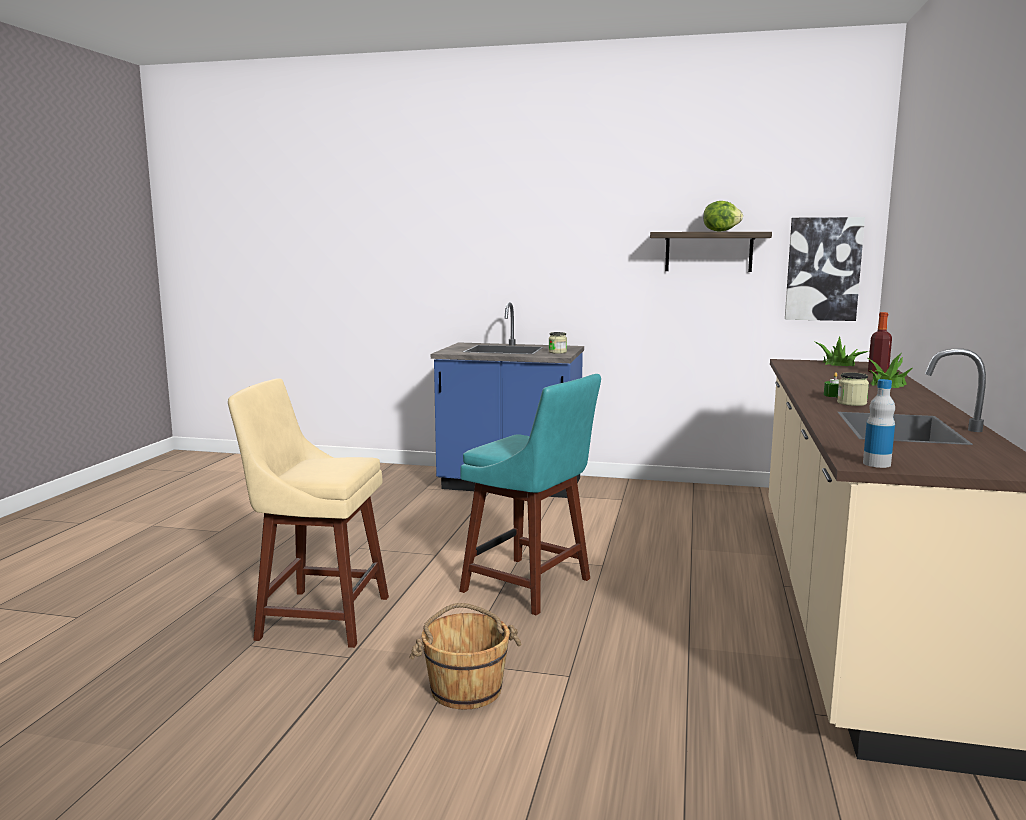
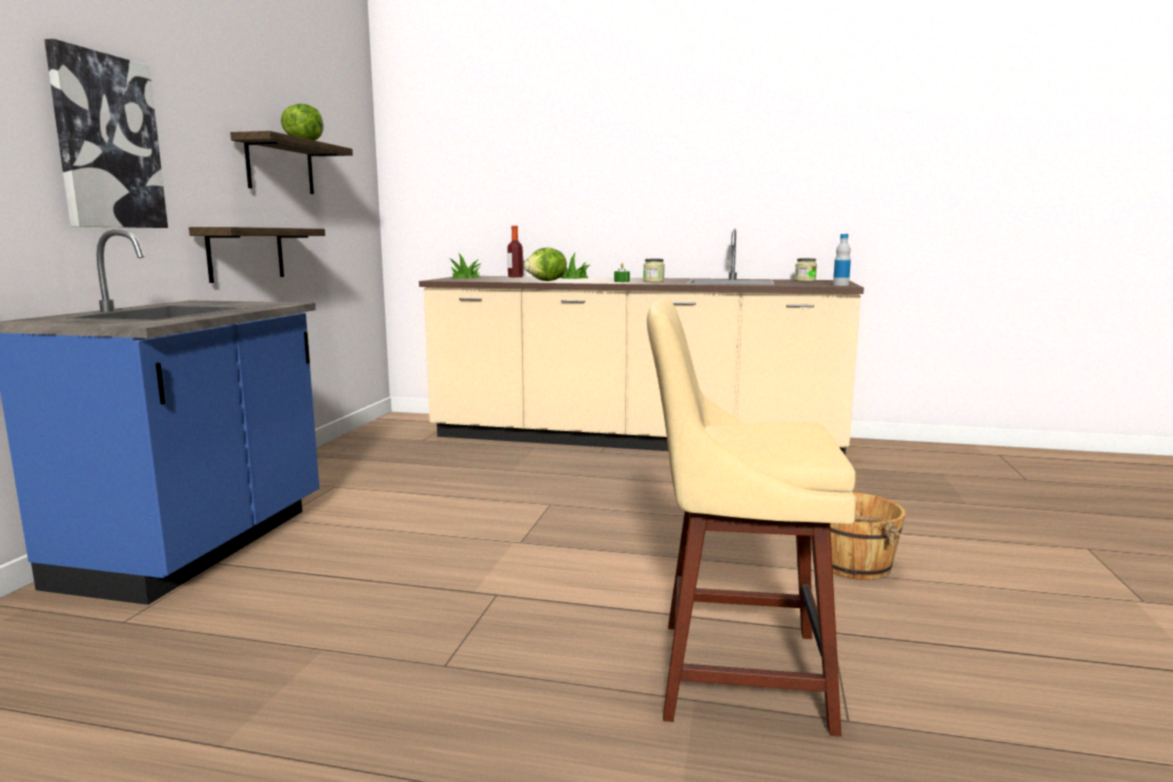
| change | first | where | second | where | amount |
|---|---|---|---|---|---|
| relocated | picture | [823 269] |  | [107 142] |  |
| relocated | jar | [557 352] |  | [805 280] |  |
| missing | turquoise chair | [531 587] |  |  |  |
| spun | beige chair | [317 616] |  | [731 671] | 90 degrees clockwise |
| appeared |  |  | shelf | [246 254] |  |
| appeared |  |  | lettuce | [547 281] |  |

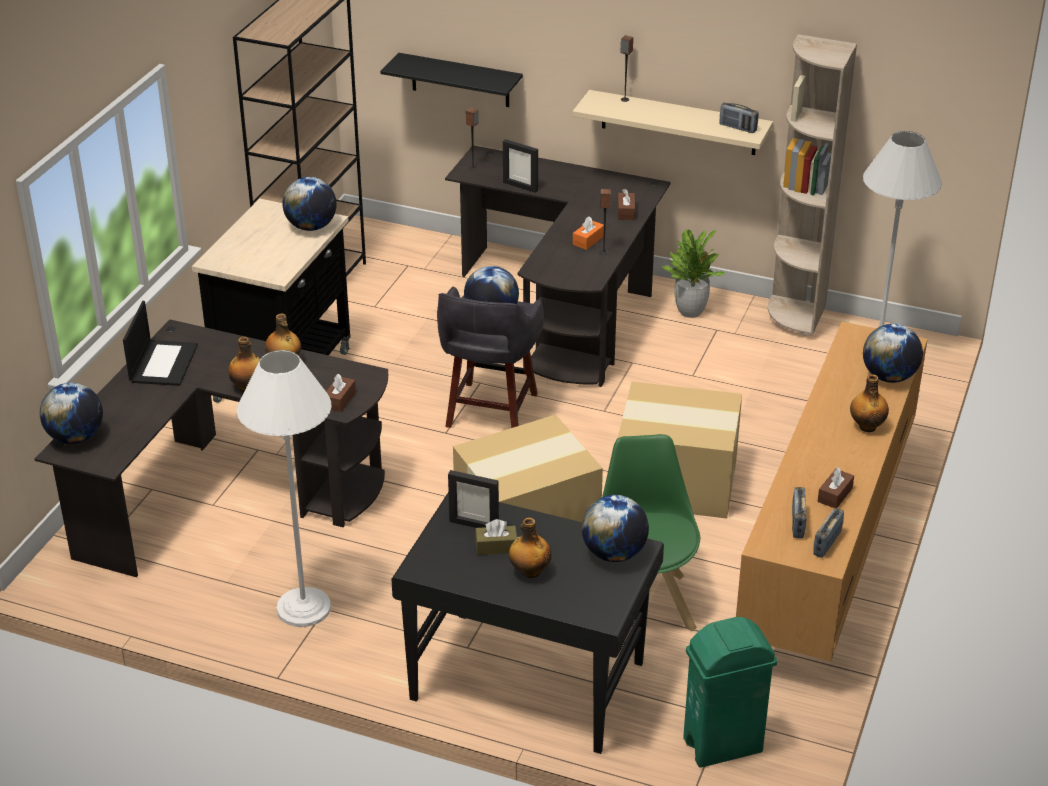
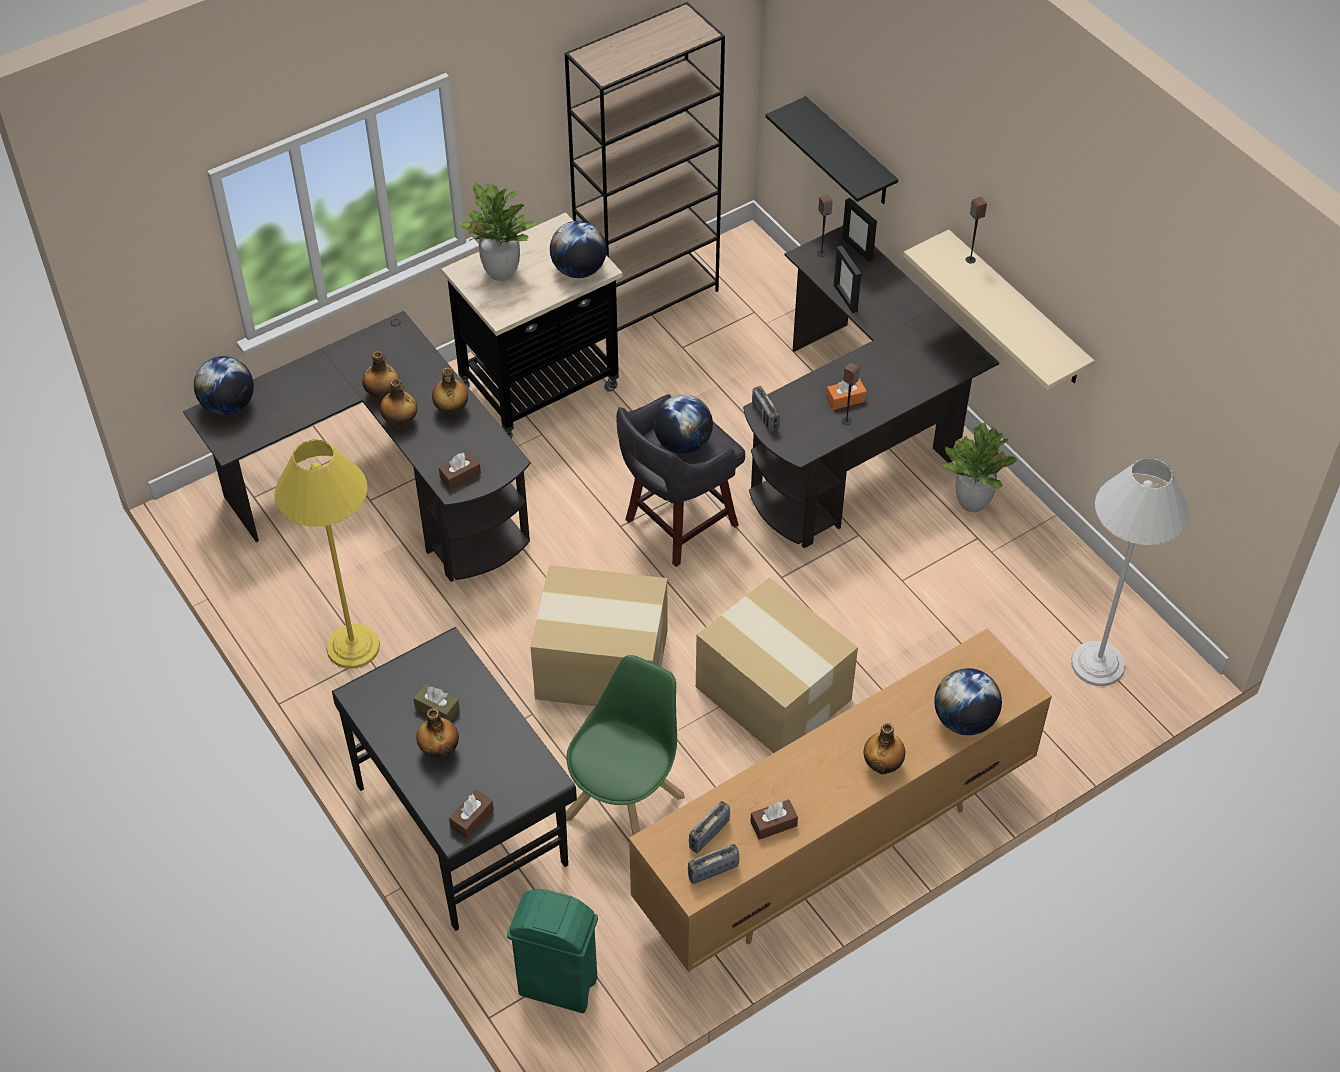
| change | first | where | second | where | amount |
|---|---|---|---|---|---|
| missing | beige bookcase | [794 320] |  |  |  |
| relocated | radio | [737 128] |  | [765 418] |  |
| relocated | brown tissue box | [626 212] |  | [472 818] |  |
| missing | laptop | [163 363] |  |  |  |
| colour | white floor lamp | [303 608] | yellow floor lamp | [353 646] |  |
| relocated | picture frame | [474 524] |  | [858 248] |  |
| missing | globe | [614 553] |  |  |  |
| appeared |  |  | potted plant | [501 272] |  |
| appeared |  |  | bottle | [383 395] |  |

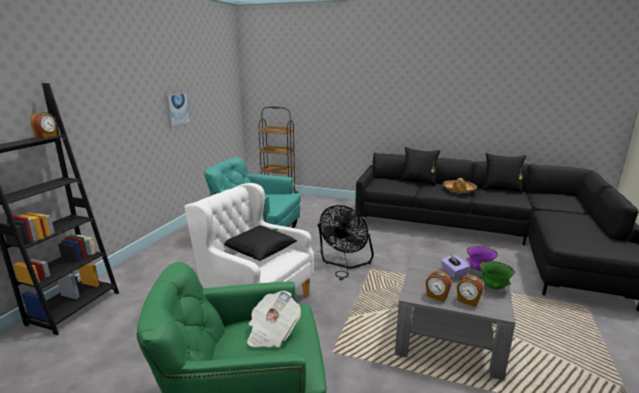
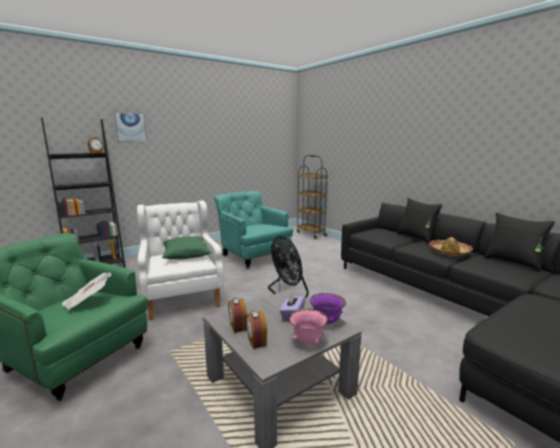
| change | first | where | second | where | amount |
|---|---|---|---|---|---|
| relocated | picture | [177 109] |  | [130 127] |  |
| colour | black pillow | [260 251] | green pillow | [186 255] |  |
| colour | green bowl | [494 287] | pink bowl | [308 341] |  |

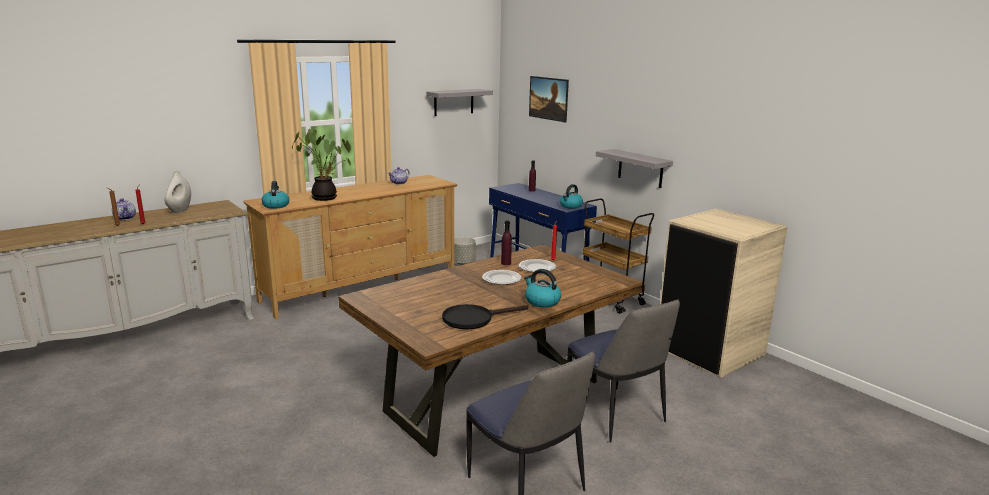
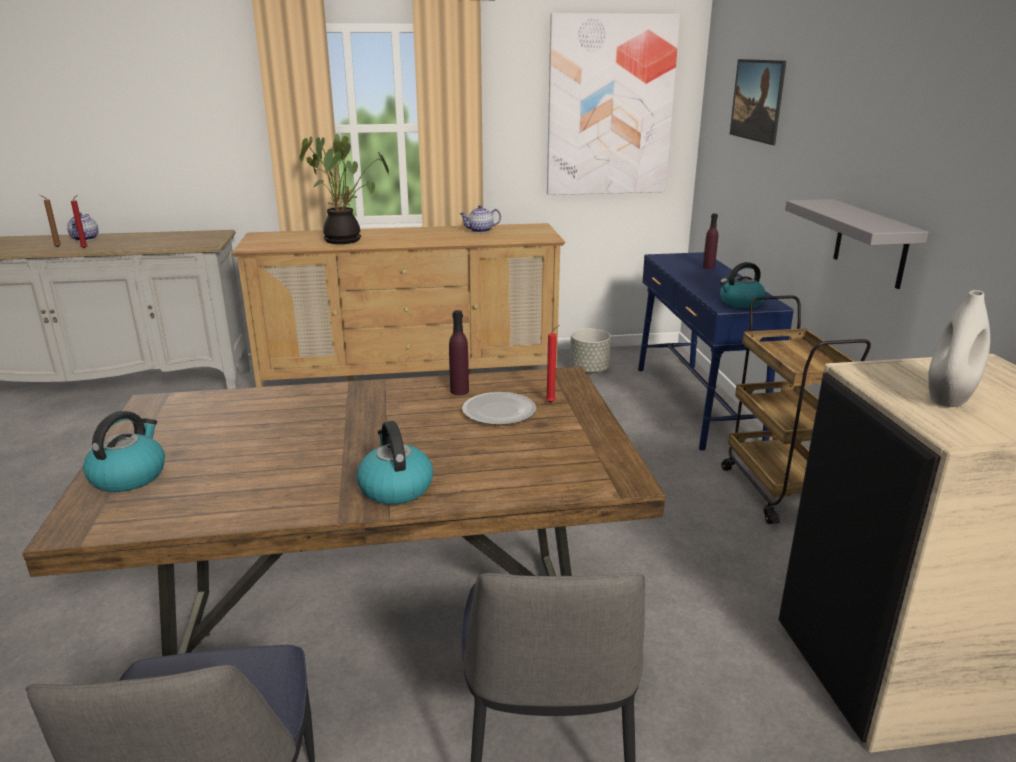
| change | first | where | second | where | amount |
|---|---|---|---|---|---|
| exchanged | grey shelf | [453 102] | picture | [609 107] |  |
| relocated | white vase | [180 210] |  | [949 398] |  |
| relocated | kettle | [276 205] |  | [129 476] |  |
| missing | plate | [502 279] |  |  |  |
| missing | black frying pan | [474 319] |  |  |  |

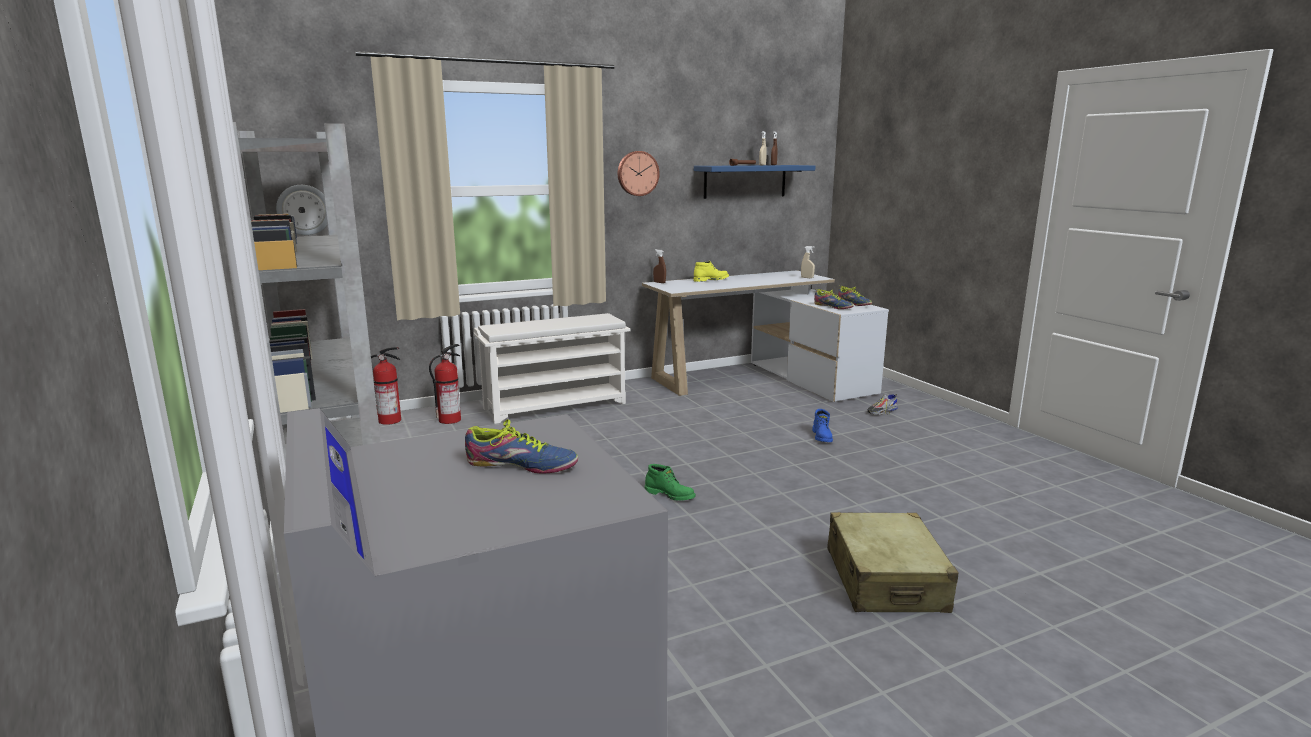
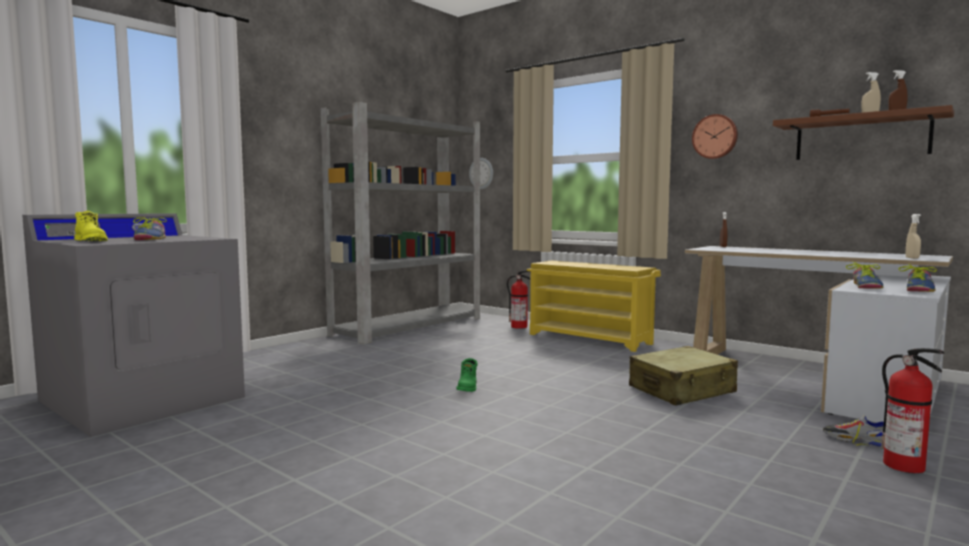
| change | first | where | second | where | amount |
|---|---|---|---|---|---|
| colour | blue shelf | [745 181] | brown shelf | [861 137] |  |
| relocated | yellow boot | [710 280] |  | [91 241] |  |
| colour | white shoe rack | [556 405] | yellow shoe rack | [590 339] |  |
| relocated | fire extinguisher | [391 420] |  | [905 466] |  |
| missing | blue boot | [822 437] |  |  |  |
| relocated | beige suitcase | [885 580] |  | [682 390] |  |

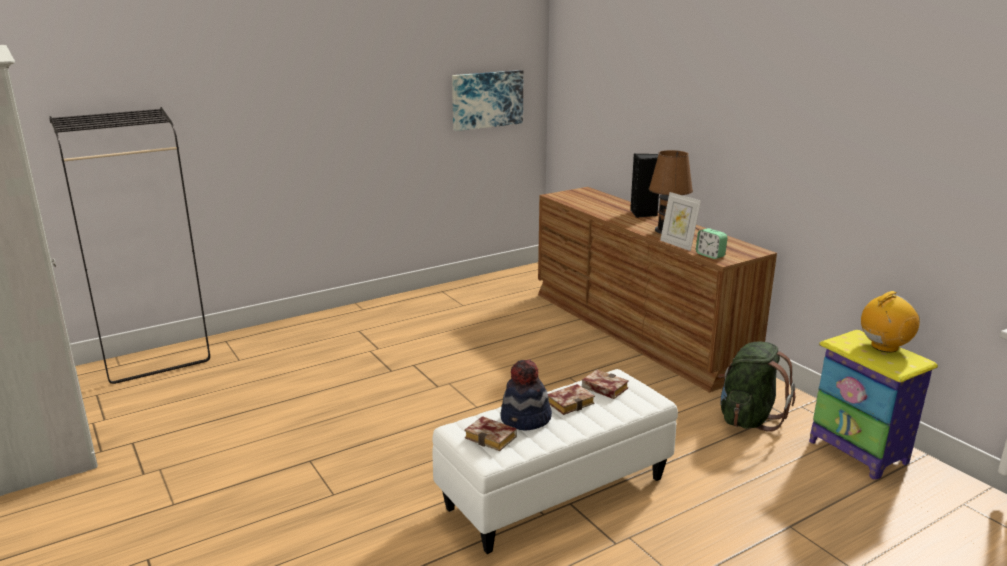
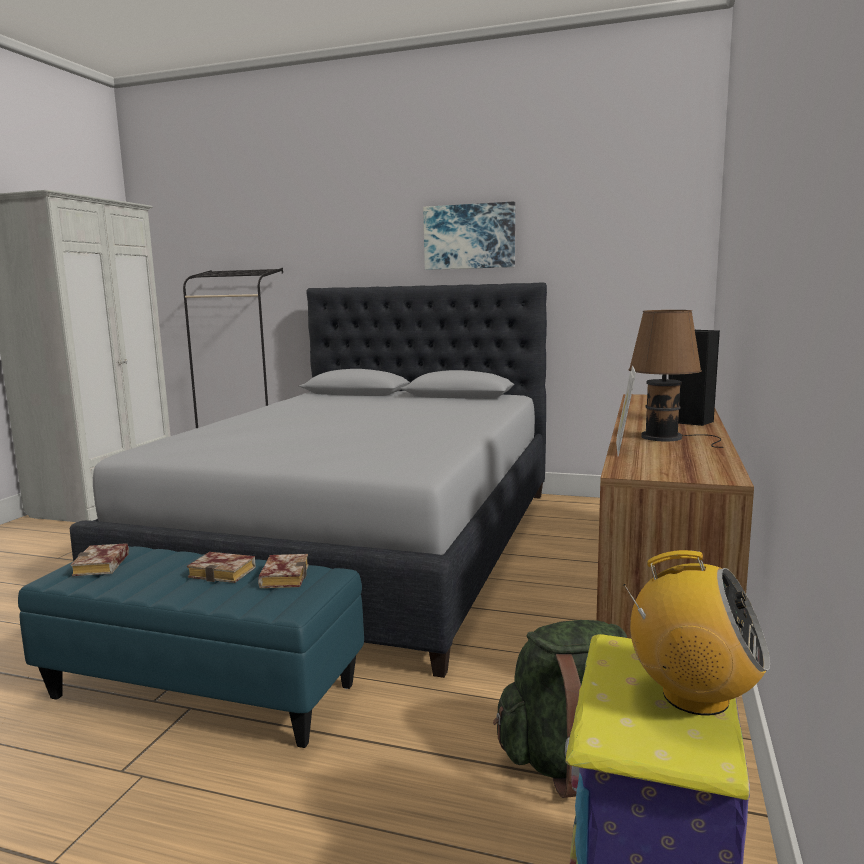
| change | first | where | second | where | amount |
|---|---|---|---|---|---|
| relocated | picture | [487 99] |  | [469 236] |  |
| missing | alarm clock | [710 255] |  |  |  |
| missing | hat | [526 419] |  |  |  |
| colour | white ottoman | [555 493] | blue ottoman | [204 691] |  |
| appeared |  |  | grey bed | [365 546] |  |

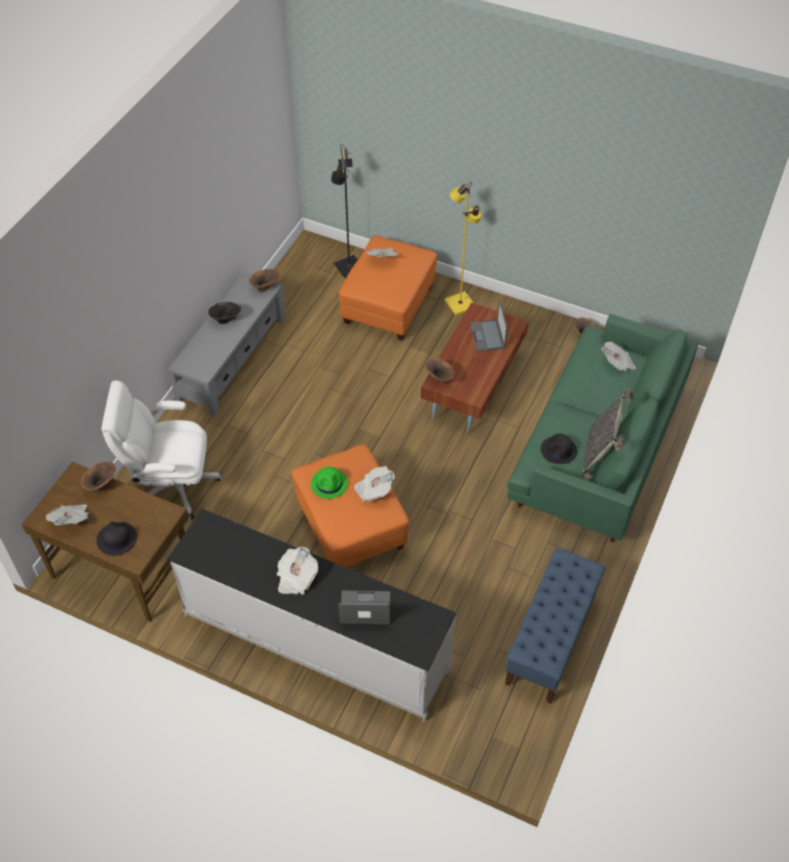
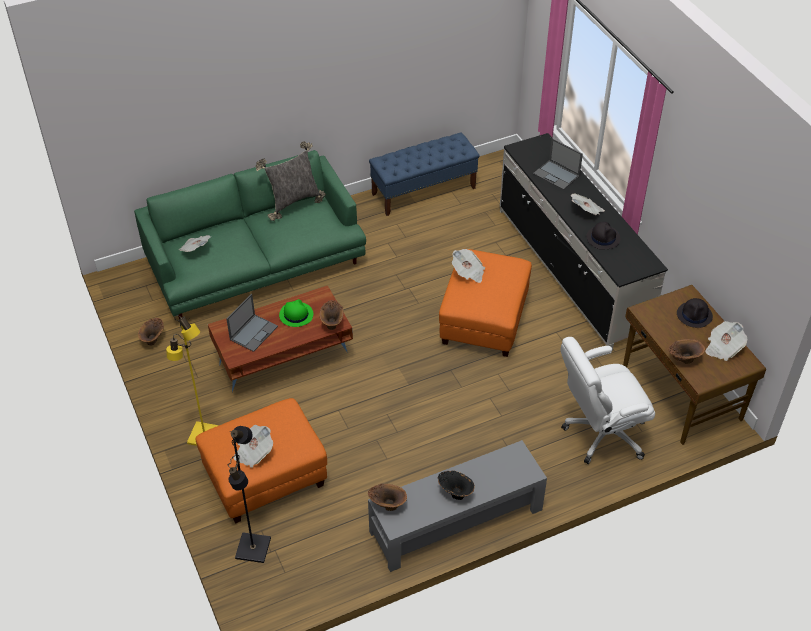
| change | first | where | second | where | amount |
|---|---|---|---|---|---|
| spun | white office chair | [171 485] |  | [599 434] | 120 degrees clockwise |
| relocated | black hat | [559 451] |  | [603 238] |  |
| relocated | green hat | [329 483] |  | [296 315] |  |

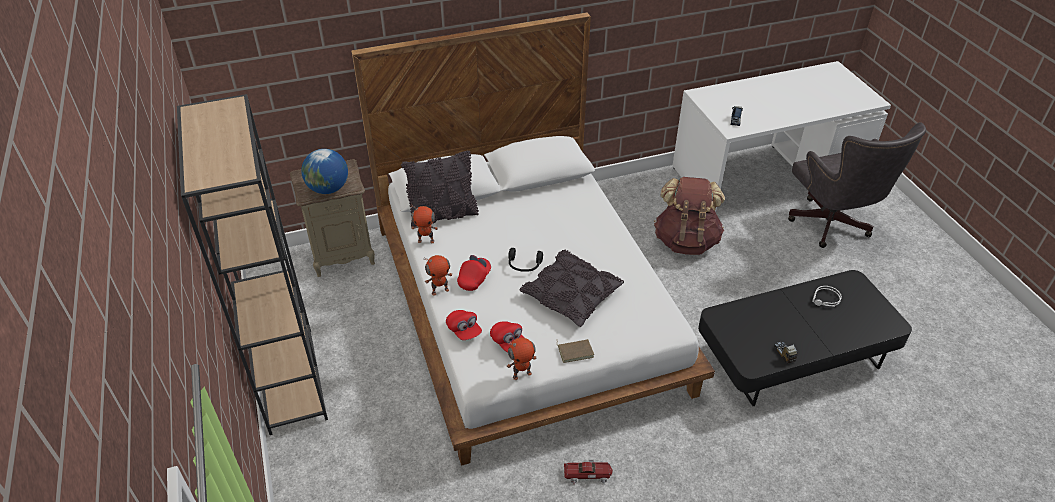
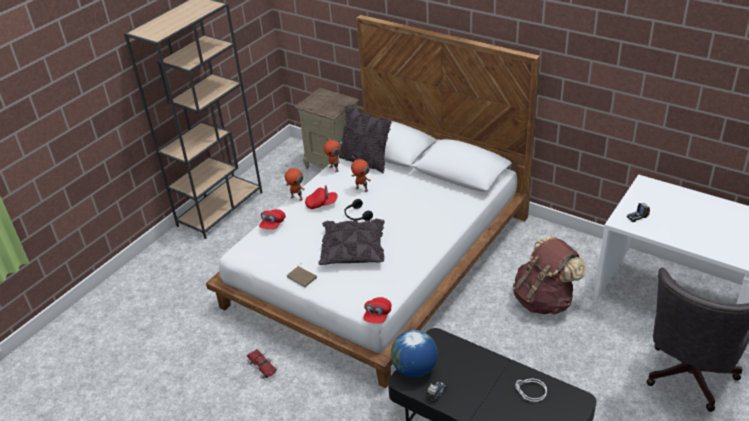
| change | first | where | second | where | amount |
|---|---|---|---|---|---|
| relocated | globe | [328 189] |  | [414 369] |  |
| relocated | red cap | [508 342] |  | [377 316] |  |
| relocated | toy robot | [521 374] |  | [362 189] |  |

